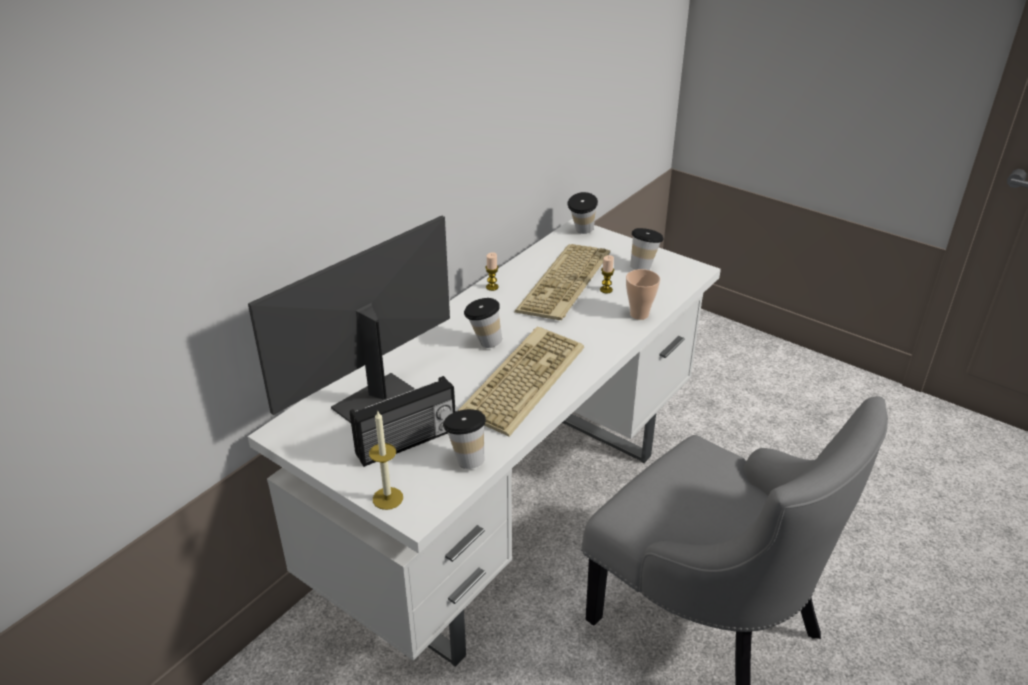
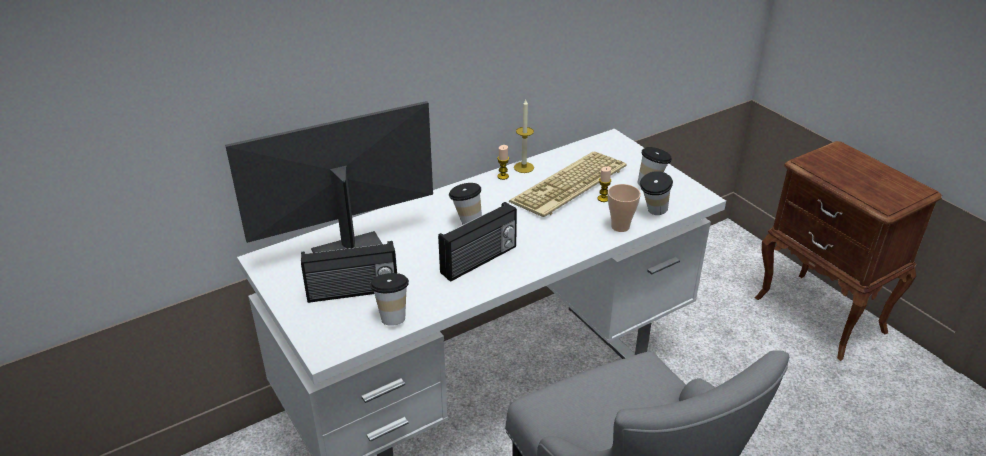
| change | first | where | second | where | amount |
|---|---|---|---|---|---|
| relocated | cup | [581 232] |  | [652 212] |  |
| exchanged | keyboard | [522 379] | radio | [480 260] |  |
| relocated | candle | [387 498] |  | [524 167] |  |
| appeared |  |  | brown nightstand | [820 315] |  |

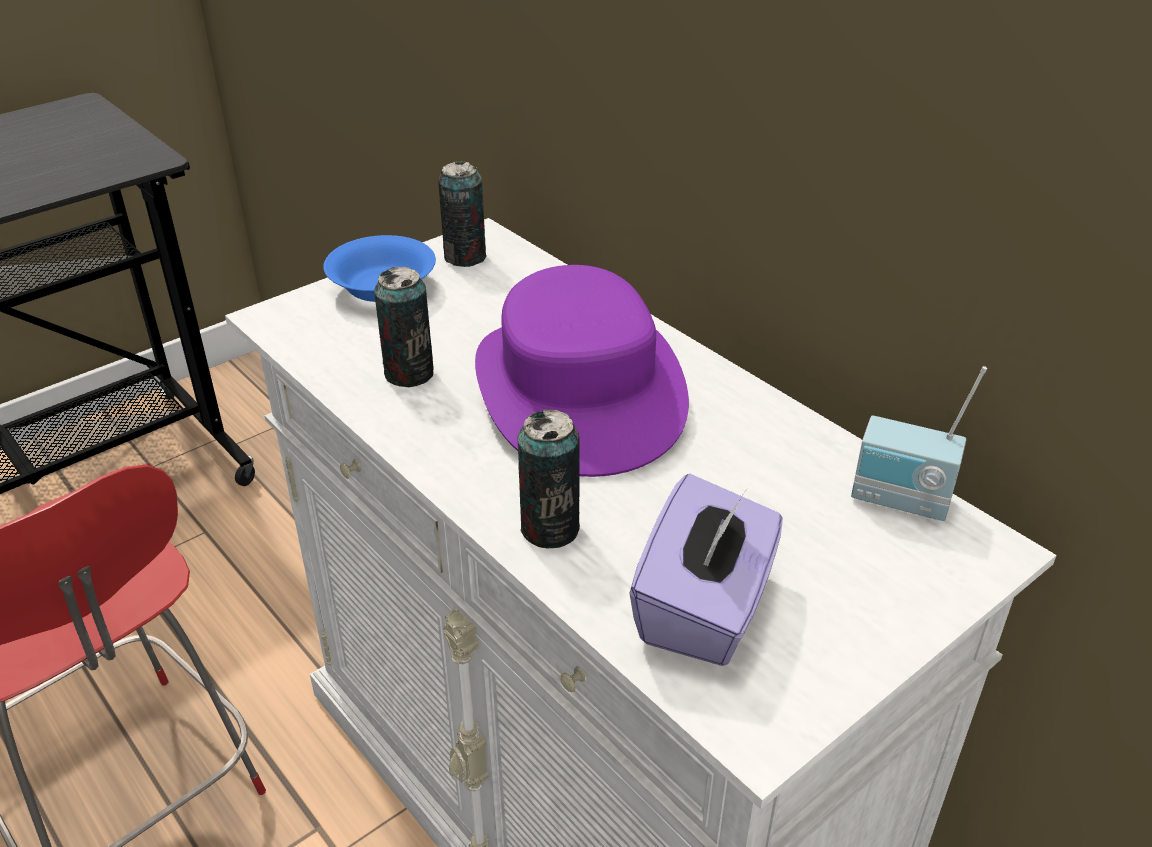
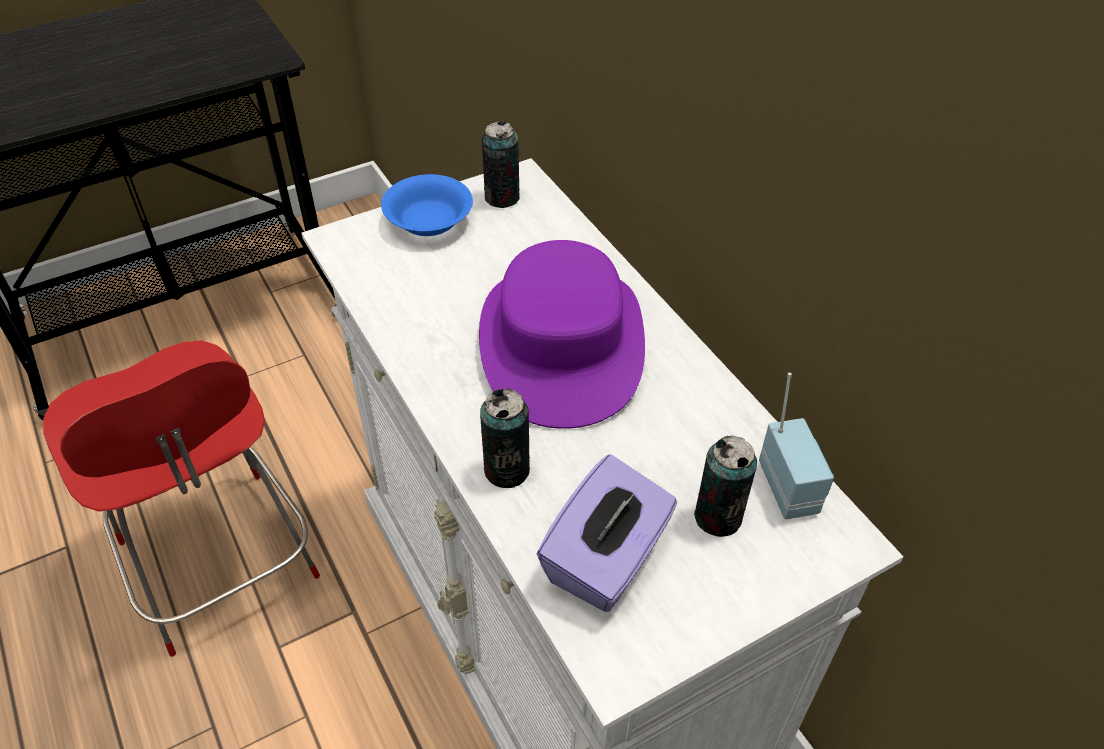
| change | first | where | second | where | amount |
|---|---|---|---|---|---|
| relocated | can | [409 374] |  | [718 517] |  |
| spun | radio | [900 502] |  | [791 487] | 135 degrees counterclockwise |

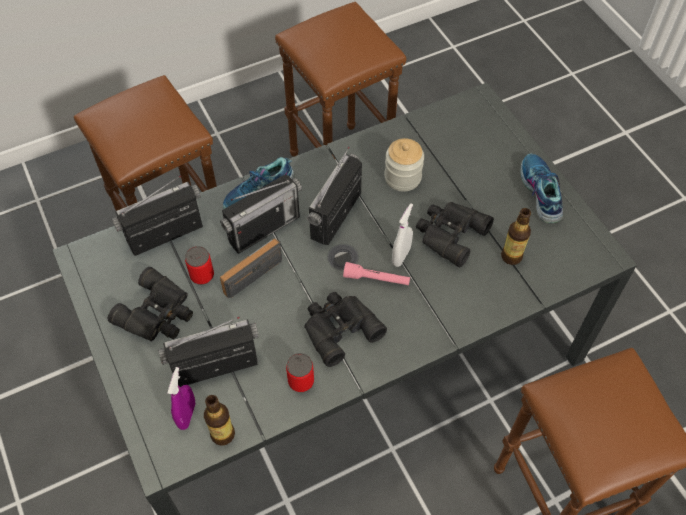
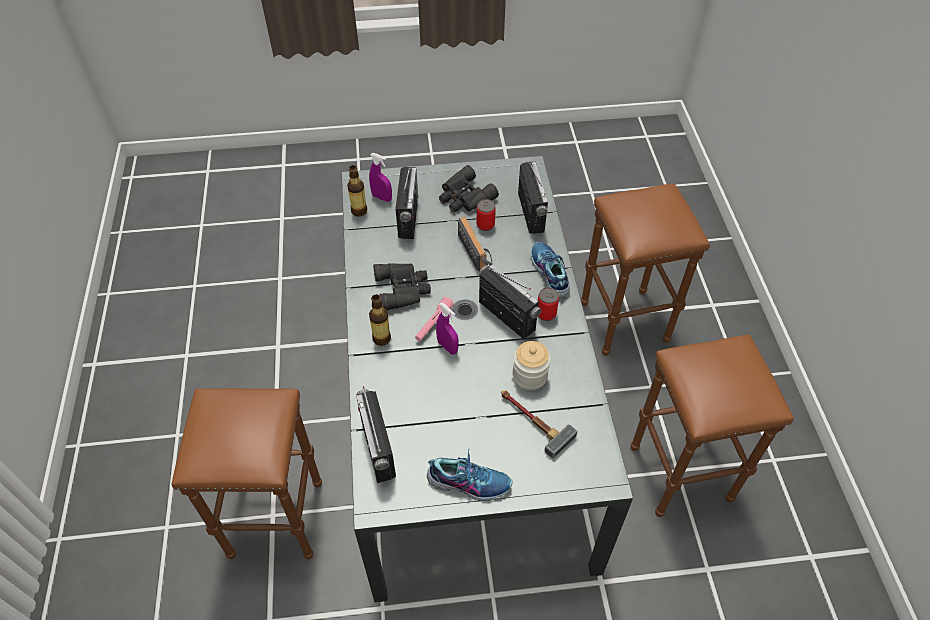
| change | first | where | second | where | amount |
|---|---|---|---|---|---|
| relocated | radio | [264 229] |  | [378 449] |  |
| missing | black binoculars | [449 234] |  |  |  |
| colour | white spray bottle | [401 256] | purple spray bottle | [447 347] |  |
| relocated | bottle | [511 256] |  | [381 338] |  |
| relocated | can | [301 381] |  | [546 313] |  |
| appeared |  |  | hammer | [532 420] |  |

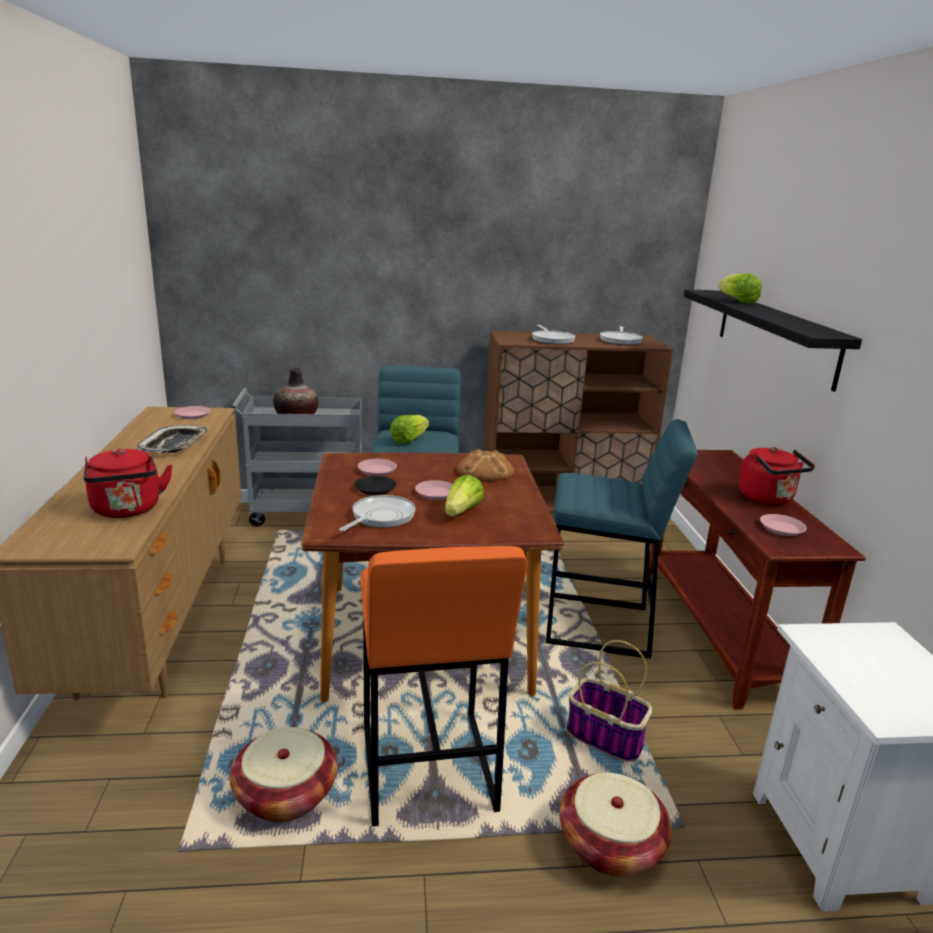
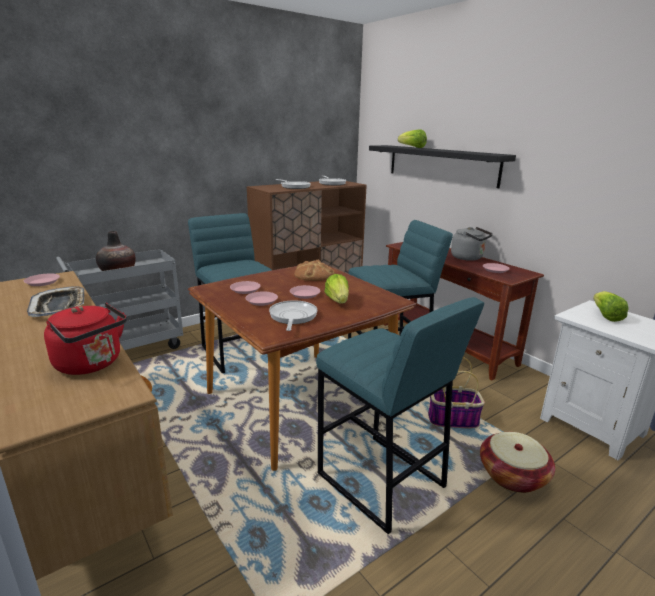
| change | first | where | second | where | amount |
|---|---|---|---|---|---|
| relocated | lettuce | [409 440] |  | [605 316] |  |
| colour | red kettle | [768 499] | grey kettle | [469 258] |  |
| colour | black plate | [375 489] | pink plate | [261 301] |  |
| colour | orange stool | [428 770] | turquoise stool | [383 482] |  |
| missing | basket | [286 794] |  |  |  |

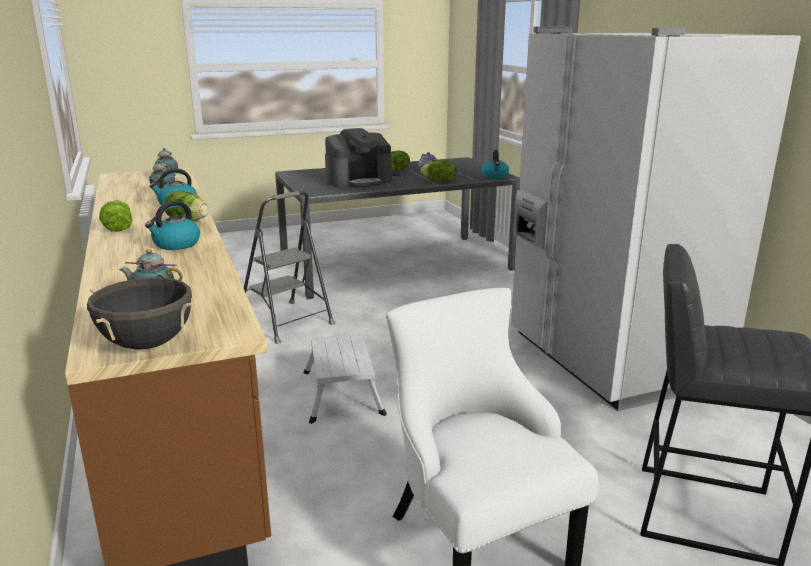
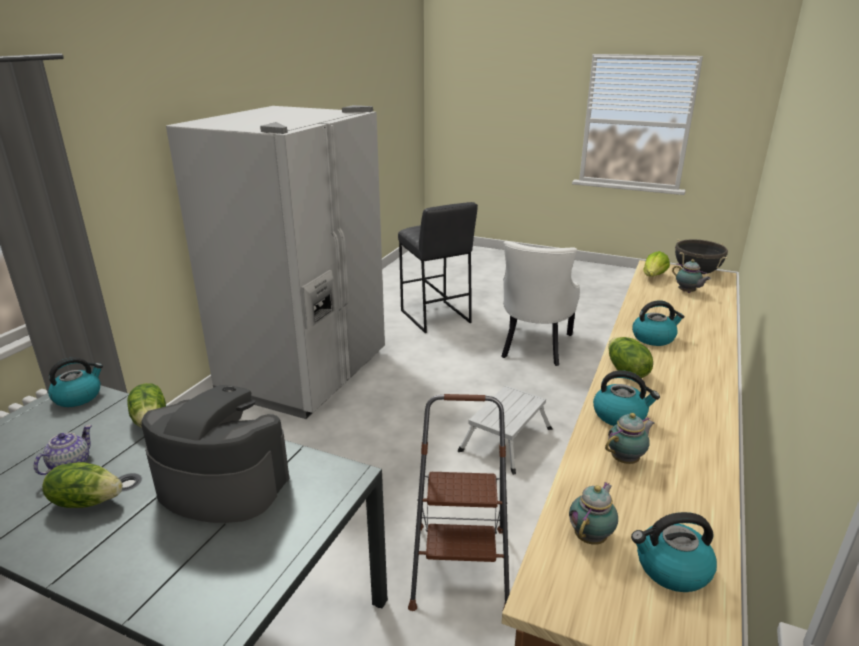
| change | first | where | second | where | amount |
|---|---|---|---|---|---|
| colour | grey step ladder | [286 322] | brown step ladder | [460 562] |  |
| relocated | lettuce | [119 228] |  | [653 277] |  |
| appeared |  |  | kettle | [671 568] |  |

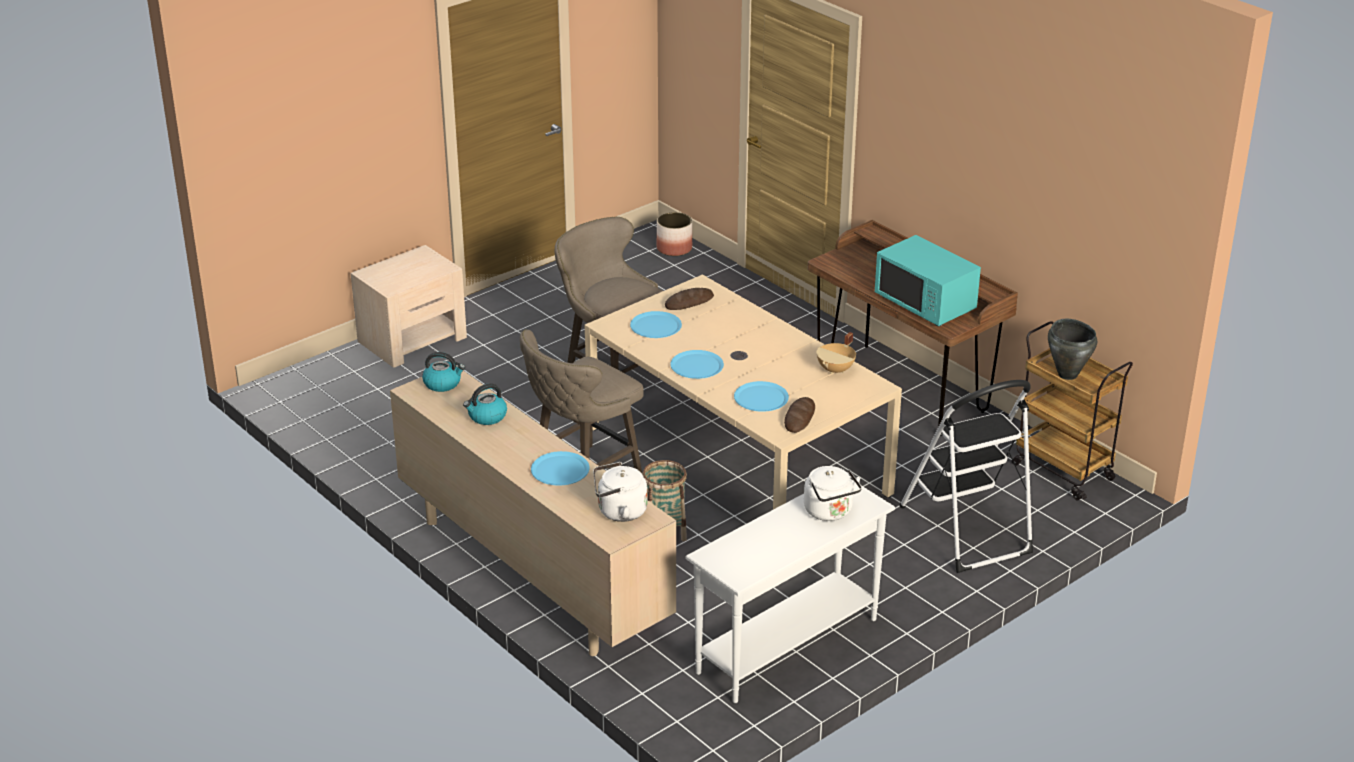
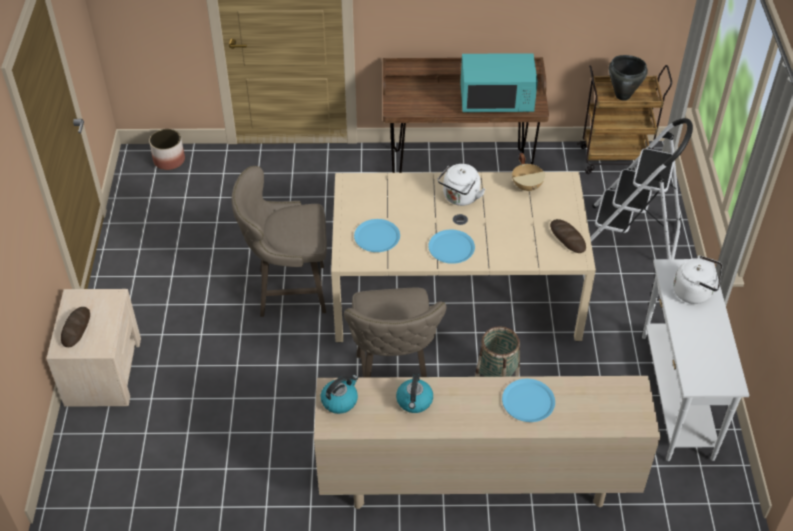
| change | first | where | second | where | amount |
|---|---|---|---|---|---|
| relocated | bread | [689 302] |  | [76 328] |  |
| missing | blue plate | [761 398] |  |  |  |
| relocated | white kettle | [619 512] |  | [460 198] |  |

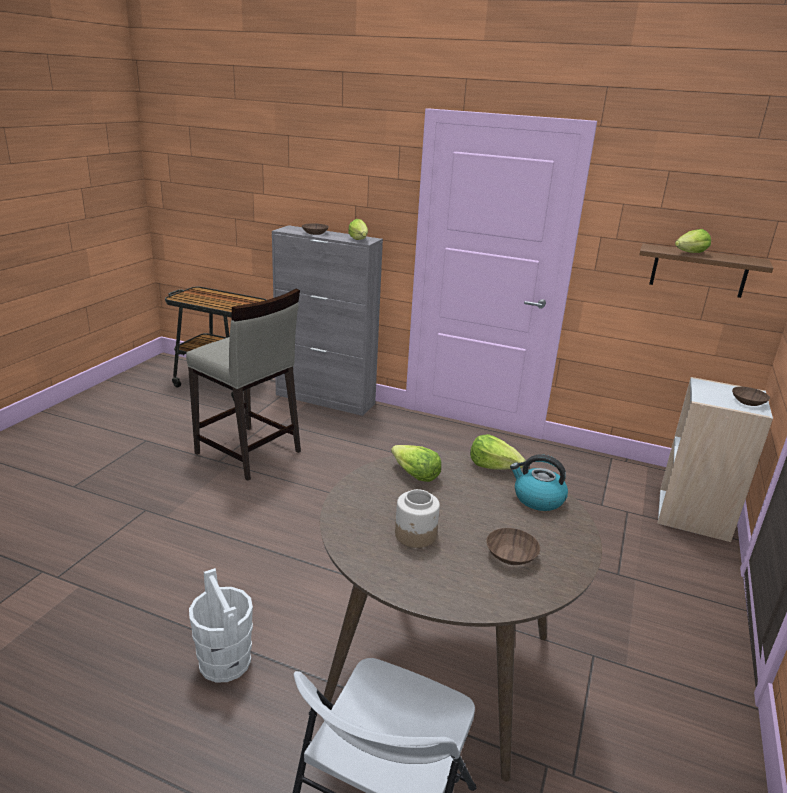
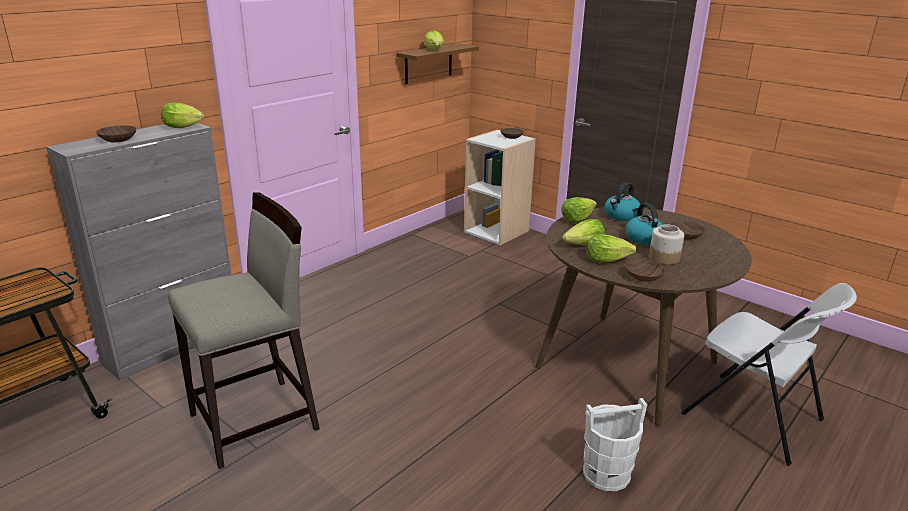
| change | first | where | second | where | amount |
|---|---|---|---|---|---|
| appeared |  |  | kettle | [643 238] |  |
| appeared |  |  | lettuce | [607 260] |  |
| appeared |  |  | brown bowl | [642 277] |  |

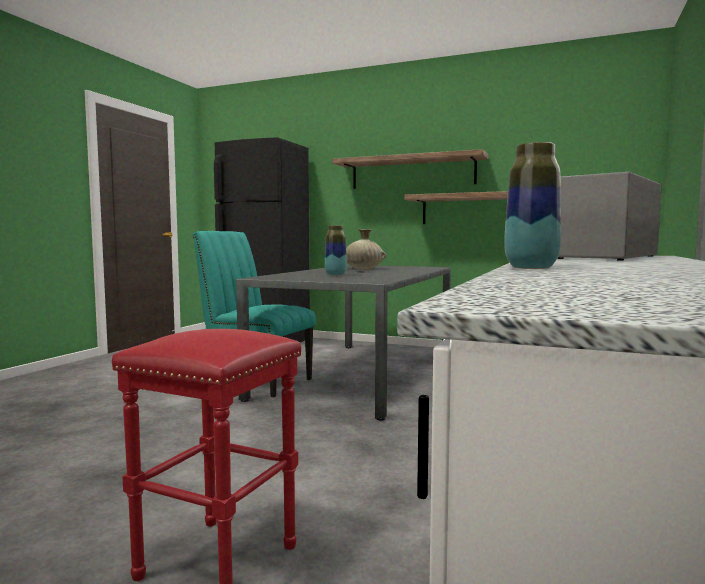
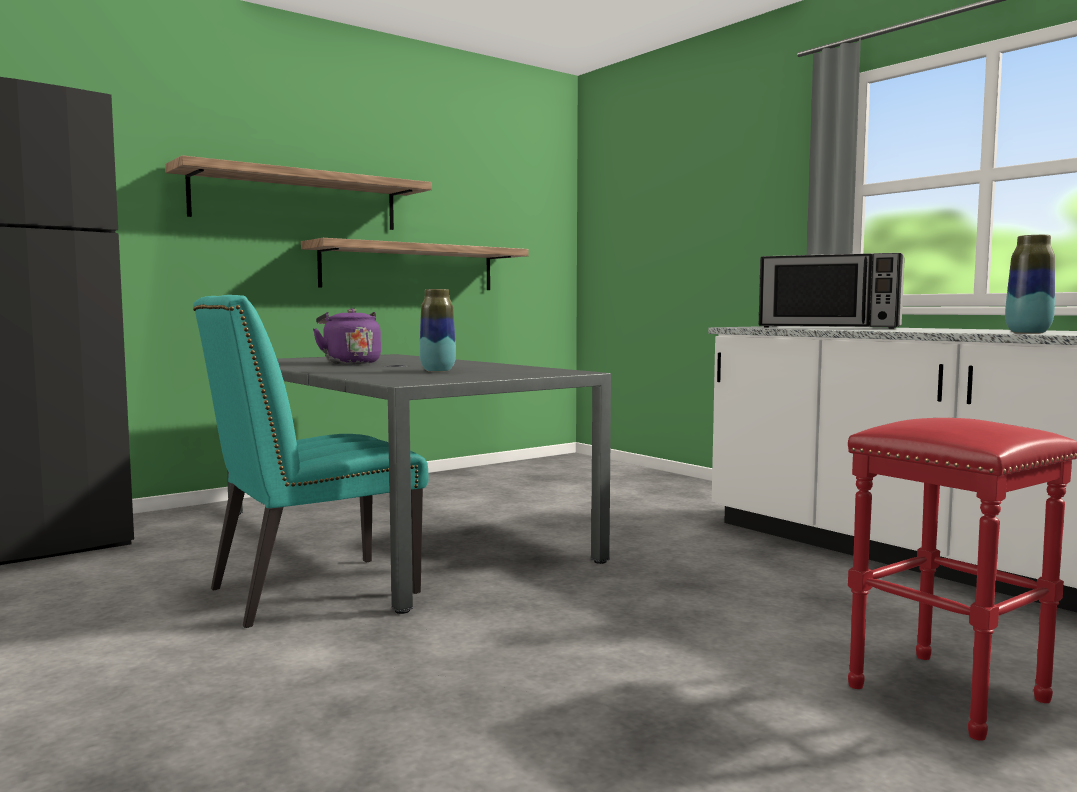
| change | first | where | second | where | amount |
|---|---|---|---|---|---|
| spun | microwave | [604 257] |  | [830 327] | 45 degrees counterclockwise |
| exchanged | beige vase | [363 269] | purple kettle | [350 363] |  |

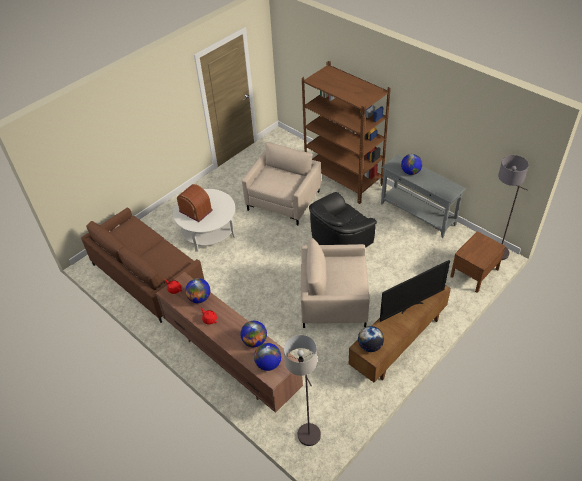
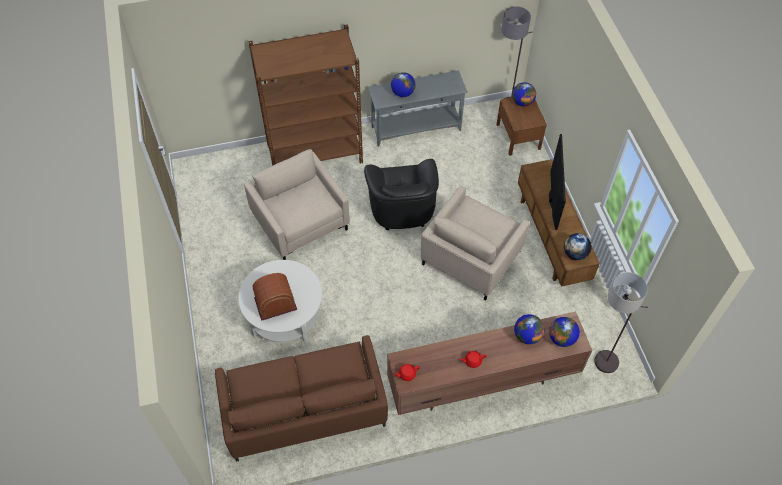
| change | first | where | second | where | amount |
|---|---|---|---|---|---|
| relocated | globe | [199 298] |  | [522 102] |  |

